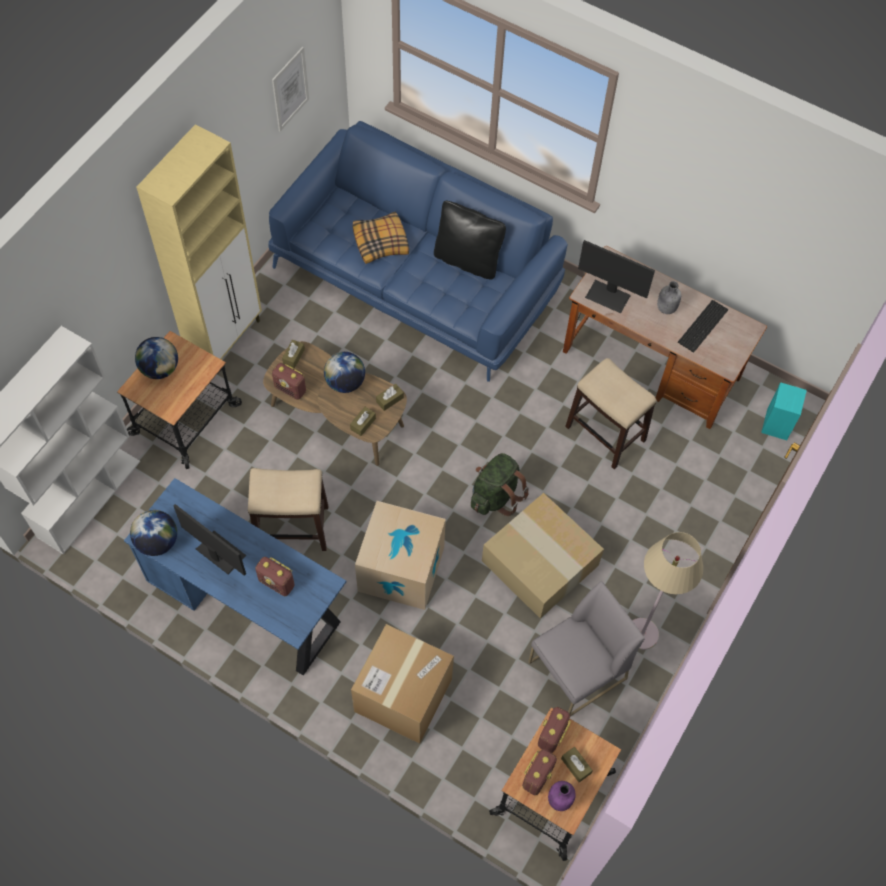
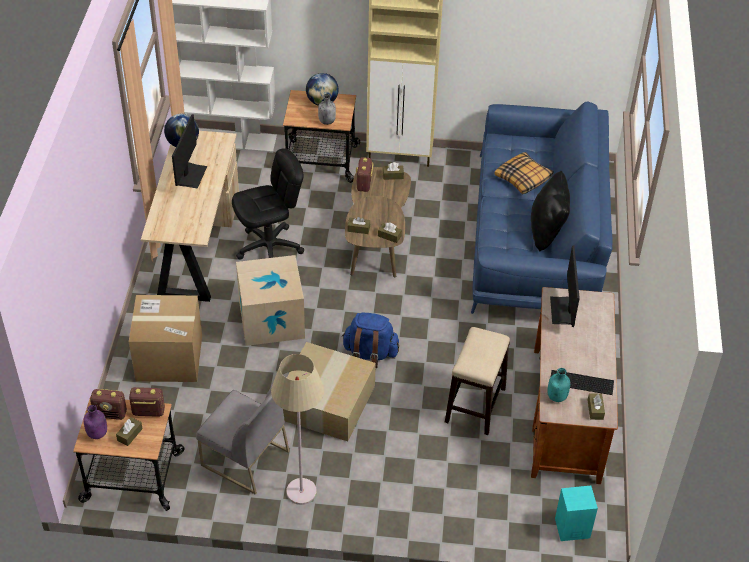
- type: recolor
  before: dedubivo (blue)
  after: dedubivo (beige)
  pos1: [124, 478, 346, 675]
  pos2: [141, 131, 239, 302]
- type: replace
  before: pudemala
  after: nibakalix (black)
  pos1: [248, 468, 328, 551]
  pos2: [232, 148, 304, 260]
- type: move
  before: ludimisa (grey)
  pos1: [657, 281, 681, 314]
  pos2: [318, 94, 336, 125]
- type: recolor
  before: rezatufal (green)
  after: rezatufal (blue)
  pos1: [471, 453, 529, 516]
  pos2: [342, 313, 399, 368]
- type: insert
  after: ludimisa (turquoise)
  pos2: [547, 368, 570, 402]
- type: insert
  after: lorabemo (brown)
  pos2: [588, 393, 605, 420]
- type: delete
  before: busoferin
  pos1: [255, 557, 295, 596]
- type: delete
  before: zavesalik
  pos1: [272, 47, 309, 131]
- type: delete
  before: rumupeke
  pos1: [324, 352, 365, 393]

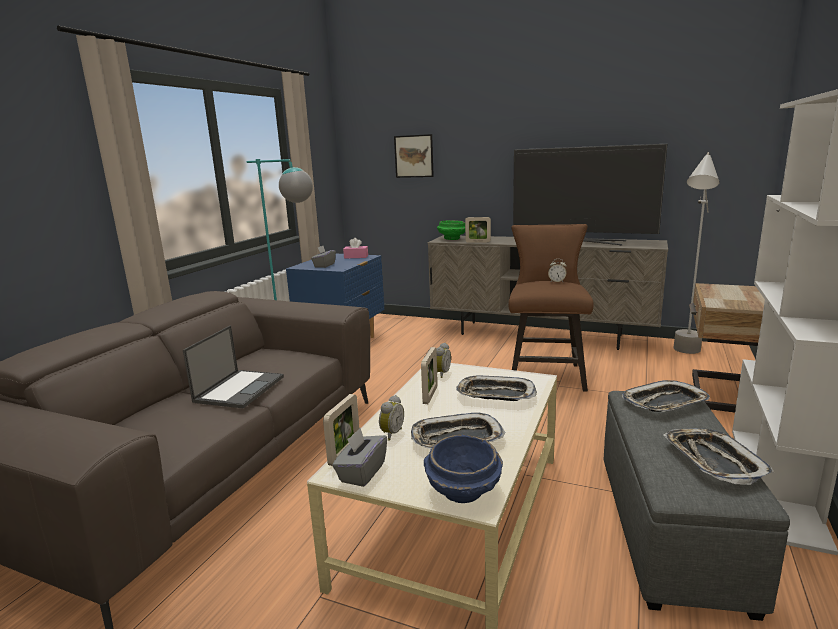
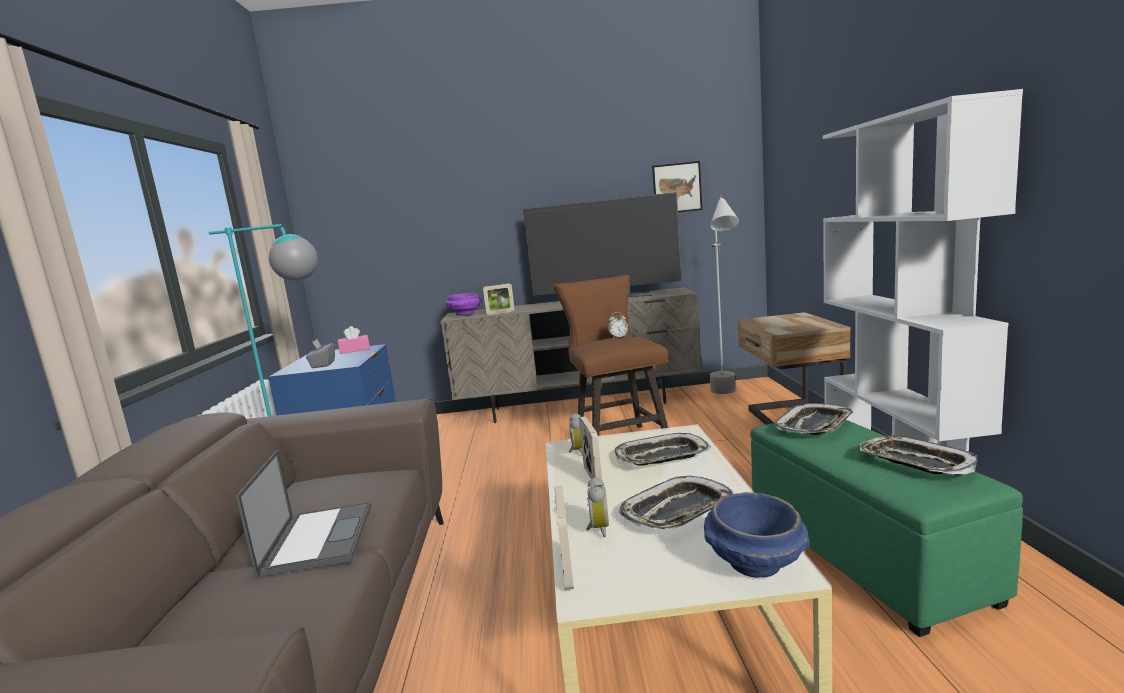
- type: recolor
  before: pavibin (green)
  after: pavibin (purple)
  pos1: [437, 220, 465, 240]
  pos2: [446, 293, 482, 316]
- type: move
  before: zavesalik
  pos1: [394, 134, 434, 178]
  pos2: [652, 161, 702, 212]
- type: recolor
  before: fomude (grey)
  after: fomude (green)
  pos1: [604, 391, 790, 621]
  pos2: [750, 420, 1023, 637]
- type: delete
  before: lorabemo (grey)
  pos1: [332, 428, 387, 487]

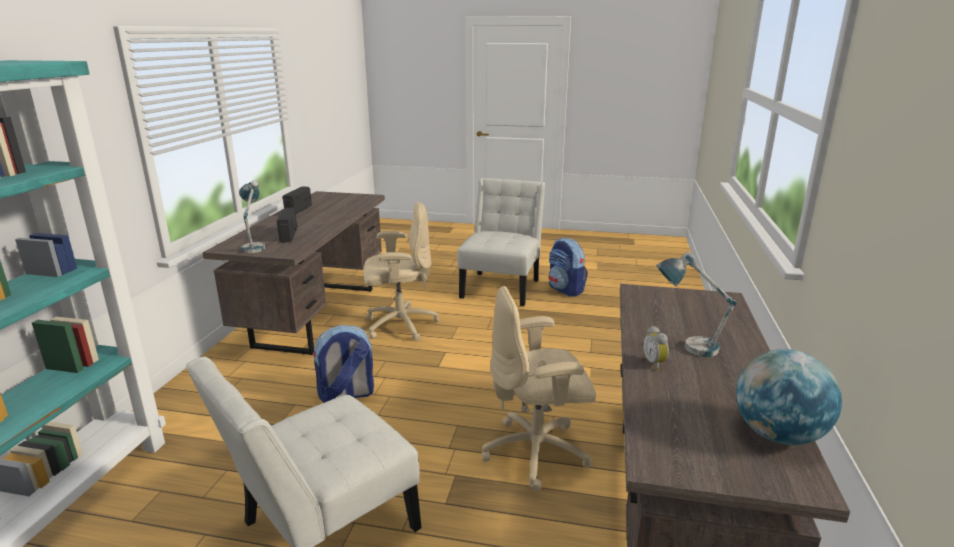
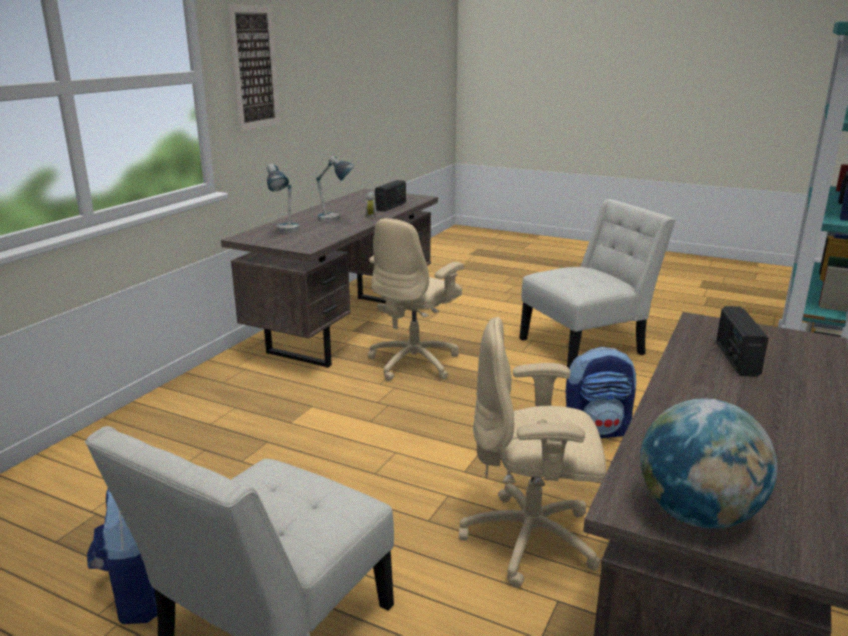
- type: insert
  after: zavesalik
  pos2: [227, 4, 280, 131]
- type: move
  before: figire
  pos1: [239, 180, 265, 253]
  pos2: [267, 164, 299, 233]
- type: rotate
  before: nibakalix (beige)
  pos1: [482, 286, 596, 491]
  pos2: [367, 218, 464, 381]
  turn: 120
- type: move
  before: busoferin
  pos1: [283, 186, 312, 214]
  pos2: [375, 180, 406, 212]
- type: move
  before: rumupeke
  pos1: [736, 349, 842, 445]
  pos2: [640, 398, 777, 529]

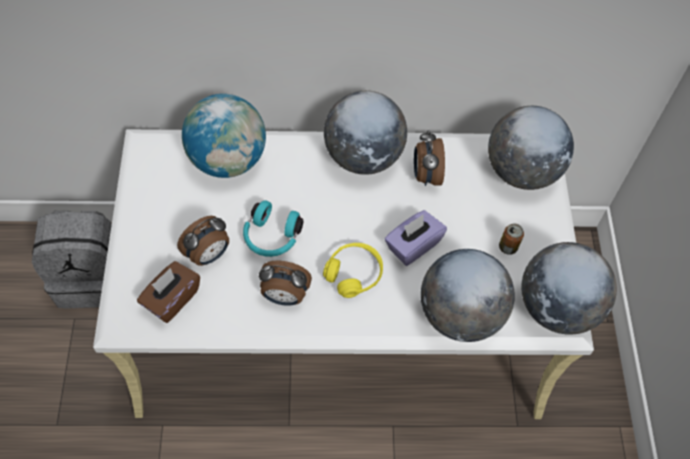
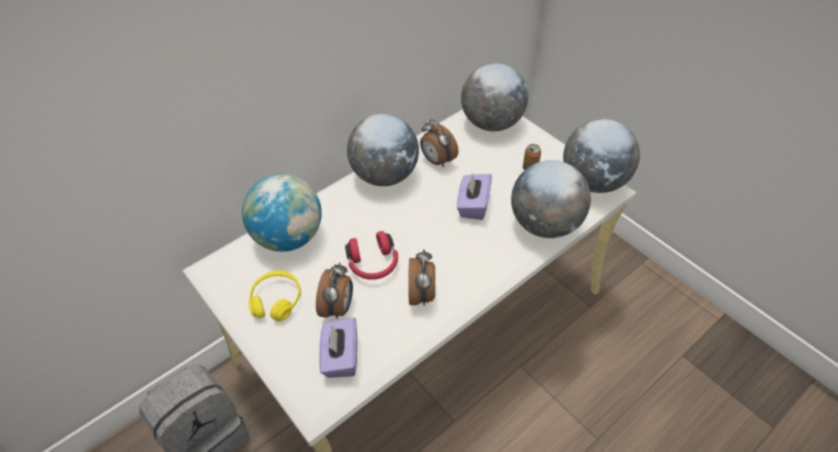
- type: move
  before: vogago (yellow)
  pos1: [323, 243, 383, 298]
  pos2: [249, 270, 301, 321]
- type: recolor
  before: lorabemo (brown)
  after: lorabemo (purple)
  pos1: [137, 261, 200, 323]
  pos2: [319, 317, 357, 378]
- type: recolor
  before: vogago (turquoise)
  after: vogago (red)
  pos1: [243, 200, 303, 257]
  pos2: [345, 231, 398, 280]
- type: rotate
  before: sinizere
  pos1: [259, 261, 312, 306]
  pos2: [408, 249, 435, 306]
  turn: -60

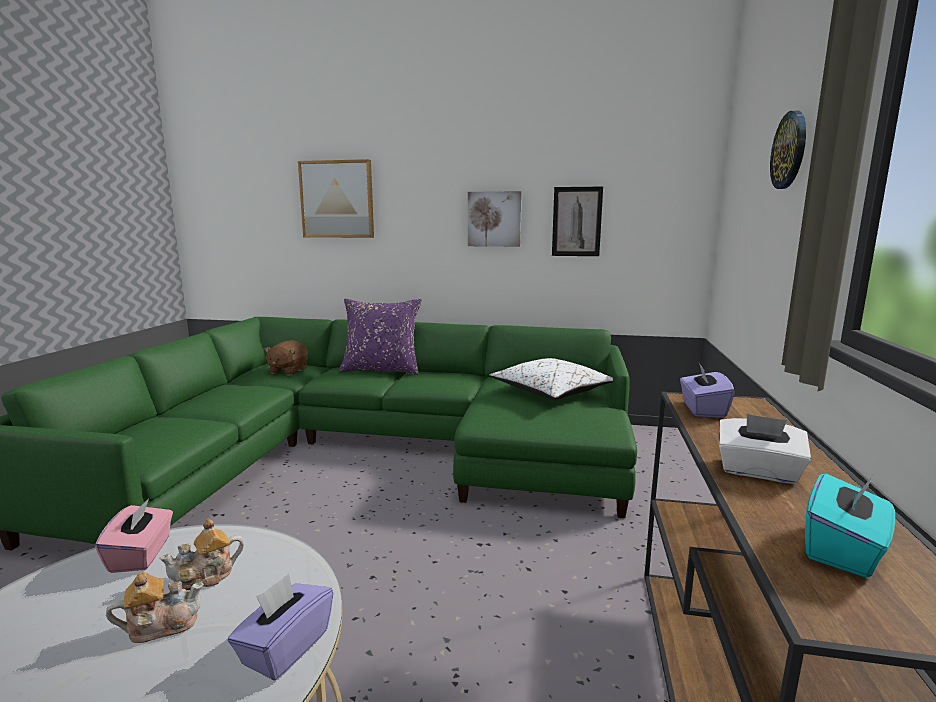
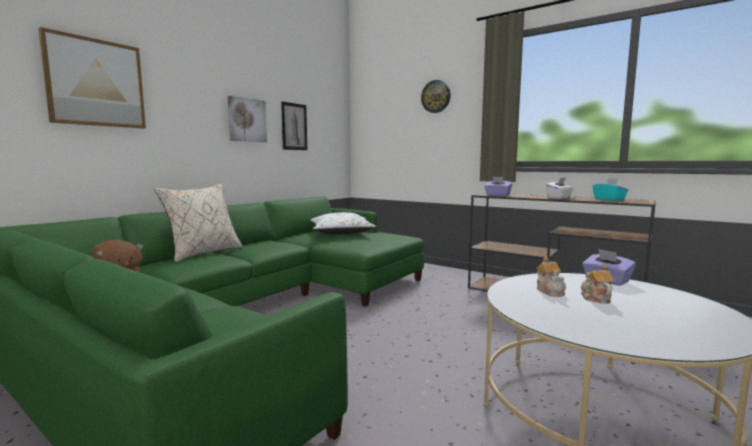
- type: recolor
  before: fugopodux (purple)
  after: fugopodux (beige)
  pos1: [339, 299, 422, 375]
  pos2: [154, 183, 243, 262]
- type: delete
  before: lorabemo (pink)
  pos1: [95, 498, 173, 573]

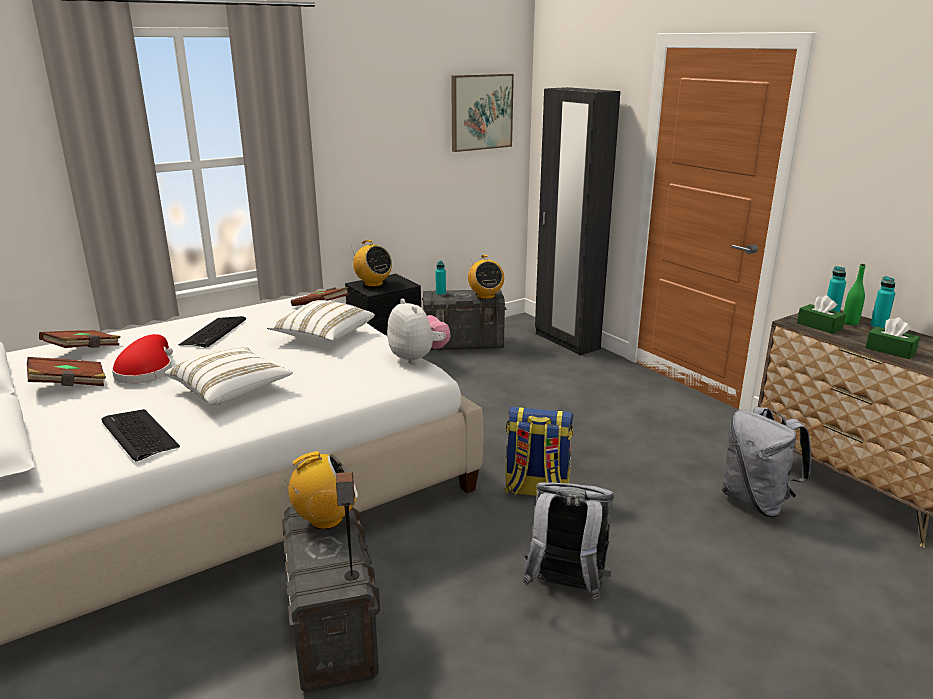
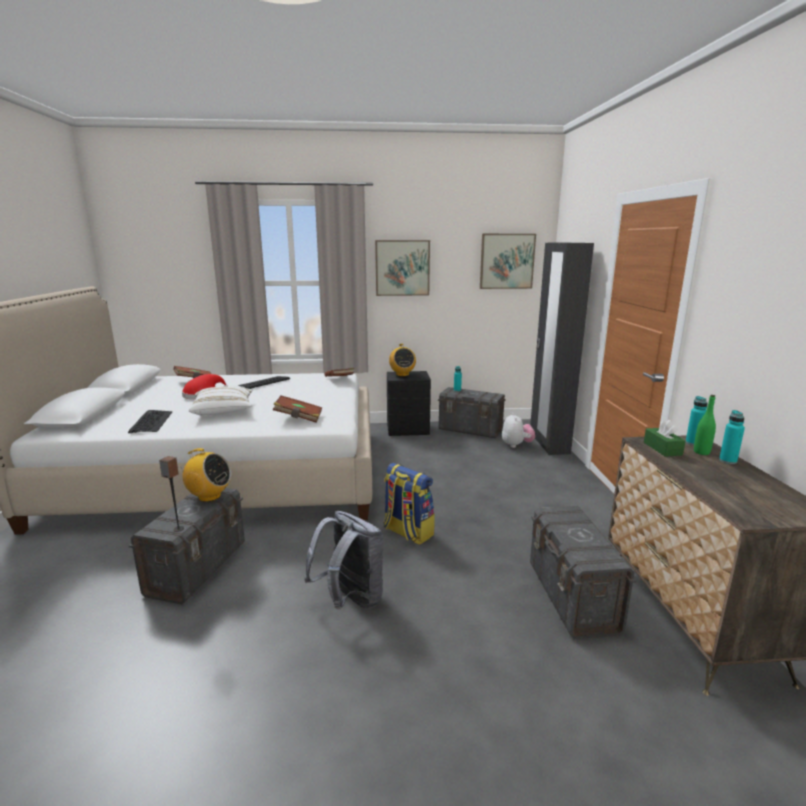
- type: move
  before: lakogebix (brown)
  pos1: [27, 357, 106, 386]
  pos2: [273, 395, 322, 423]
- type: insert
  after: zavesalik
  pos2: [375, 240, 430, 296]
- type: move
  before: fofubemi
  pos1: [387, 299, 450, 364]
  pos2: [502, 413, 535, 448]
- type: replace
  before: rezatufal (grey)
  after: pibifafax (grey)
  pos1: [722, 407, 811, 517]
  pos2: [530, 506, 637, 639]
- type: delete
  before: fugopodux (white)
  pos1: [267, 300, 375, 342]
- type: delete
  before: busoferin
  pos1: [468, 255, 504, 299]
- type: delete
  before: lorabemo (green)
  pos1: [865, 317, 920, 359]

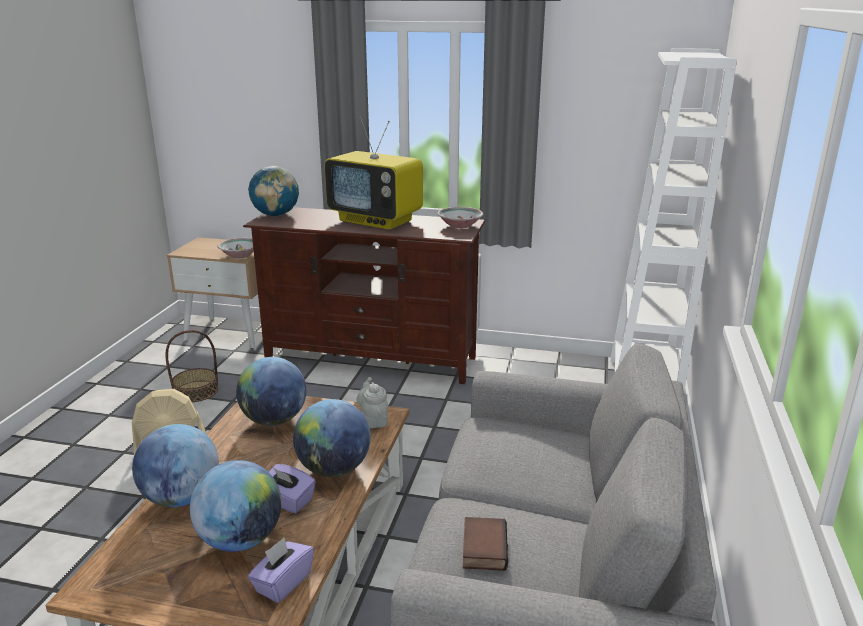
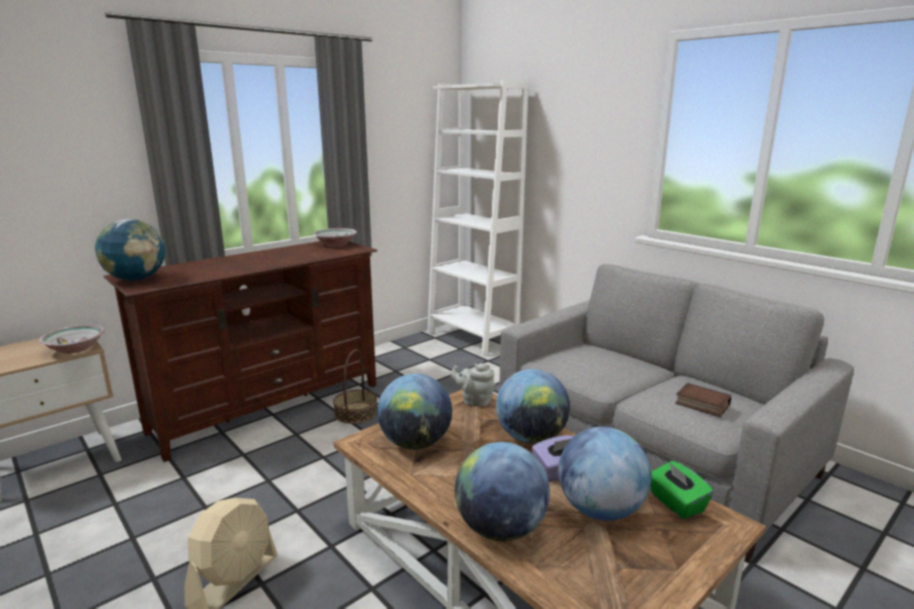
- type: move
  before: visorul
  pos1: [165, 330, 218, 402]
  pos2: [333, 349, 377, 424]
- type: recolor
  before: lorabemo (purple)
  after: lorabemo (green)
  pos1: [248, 537, 314, 603]
  pos2: [650, 460, 714, 519]
- type: delete
  before: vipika
  pos1: [324, 117, 423, 230]

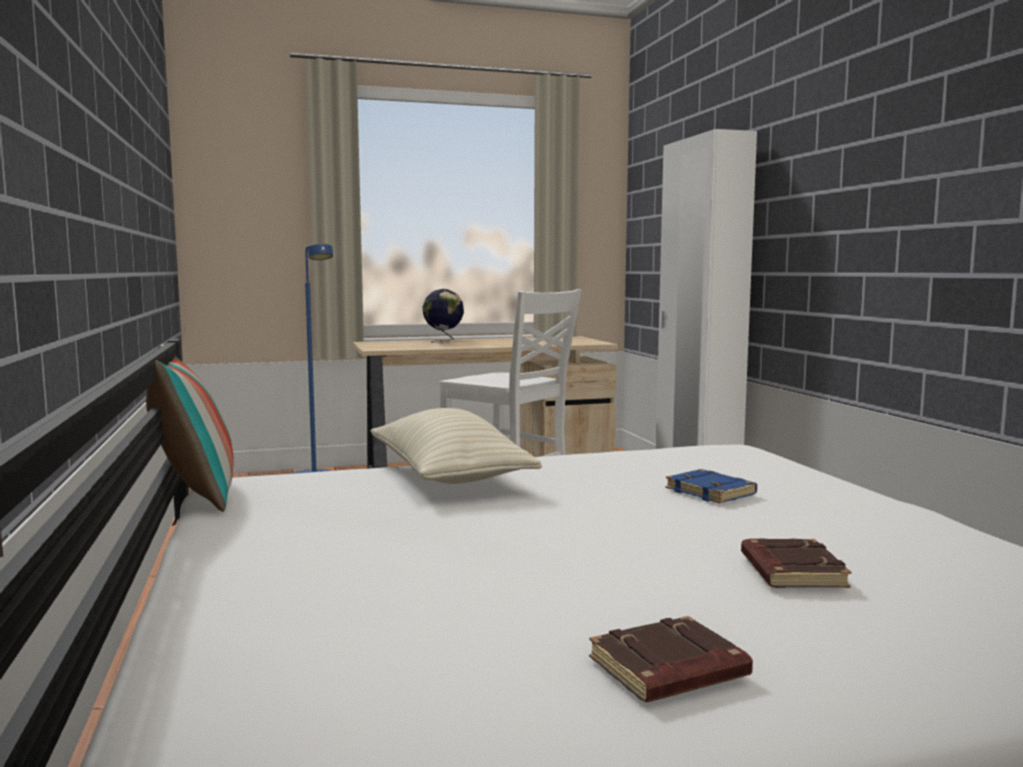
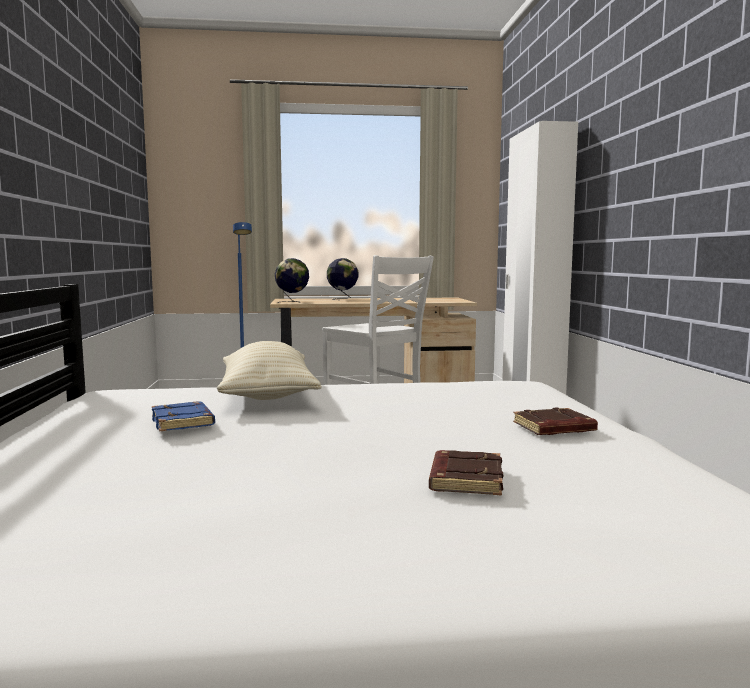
- type: move
  before: lakogebix (blue)
  pos1: [666, 469, 757, 503]
  pos2: [152, 401, 215, 431]
- type: insert
  after: rumupeke
  pos2: [275, 258, 309, 303]
- type: move
  before: lakogebix (brown)
  pos1: [589, 616, 753, 702]
  pos2: [513, 407, 598, 435]
- type: delete
  before: fugopodux
  pos1: [146, 344, 234, 512]

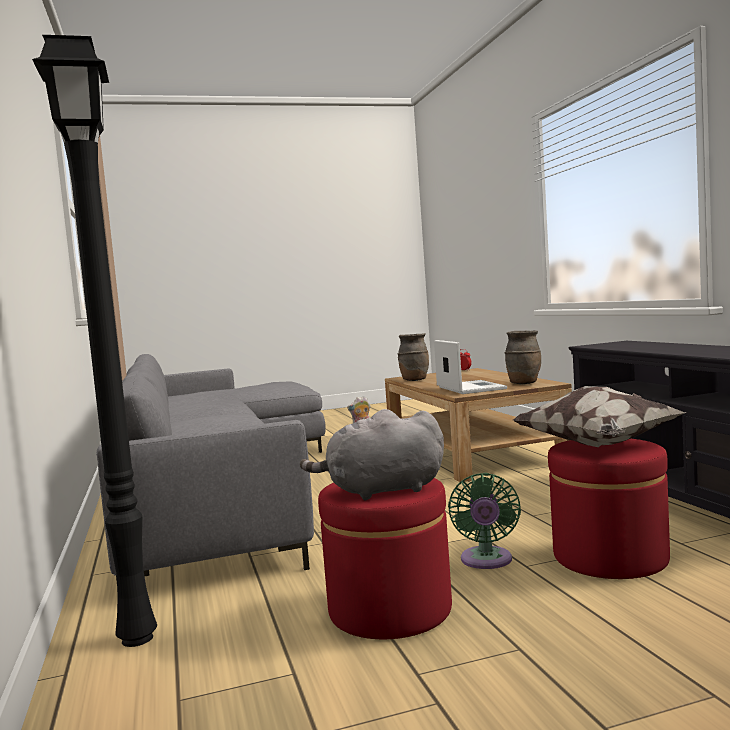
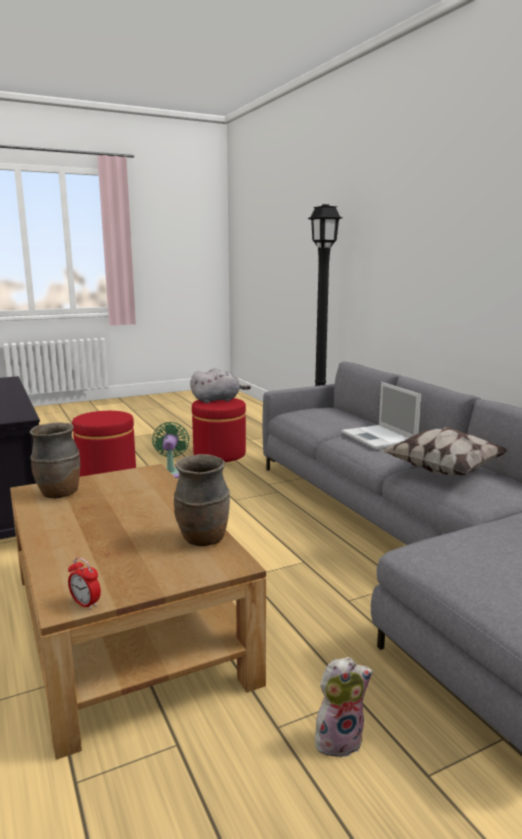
- type: move
  before: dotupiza
  pos1: [434, 340, 507, 394]
  pos2: [341, 382, 421, 450]
- type: move
  before: fugopodux
  pos1: [513, 386, 688, 447]
  pos2: [381, 427, 508, 475]

